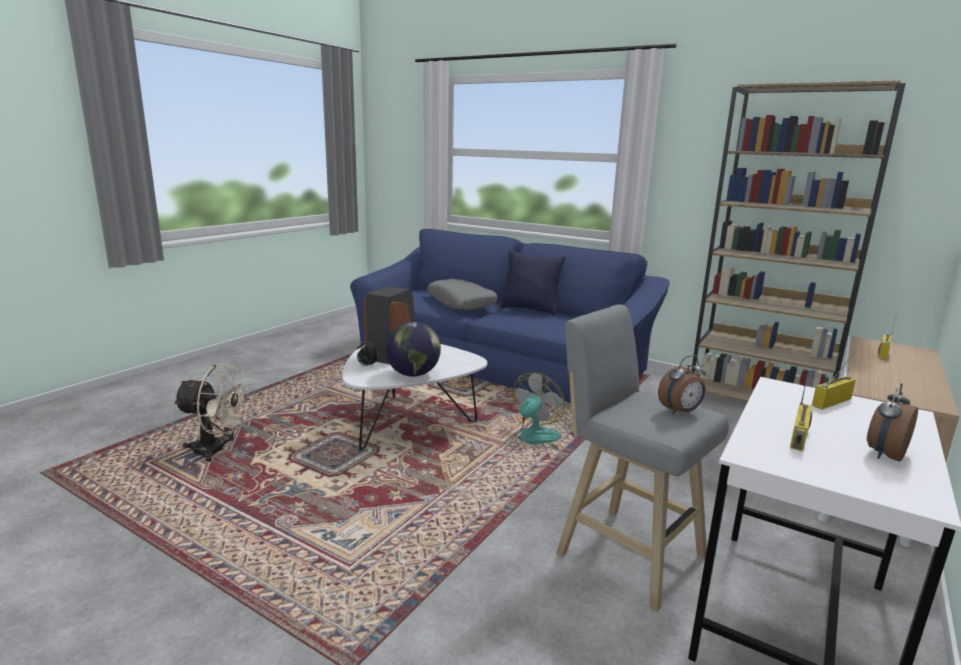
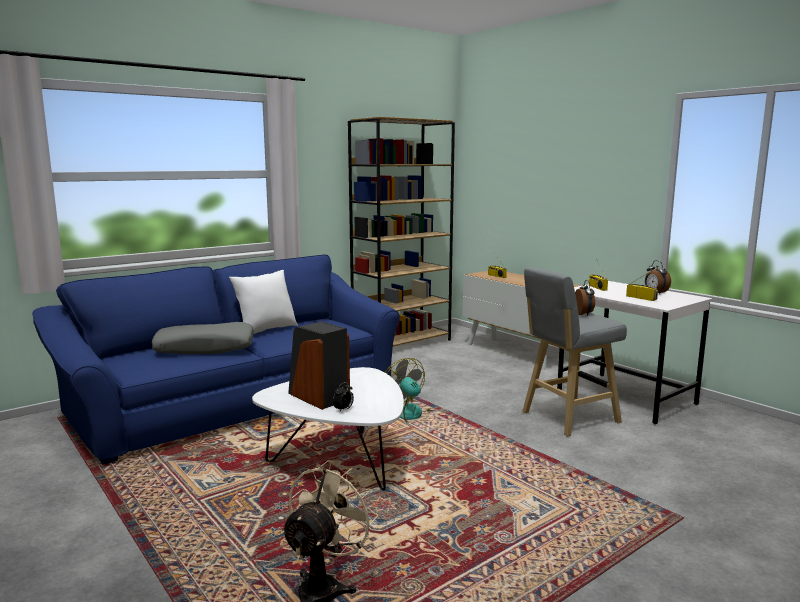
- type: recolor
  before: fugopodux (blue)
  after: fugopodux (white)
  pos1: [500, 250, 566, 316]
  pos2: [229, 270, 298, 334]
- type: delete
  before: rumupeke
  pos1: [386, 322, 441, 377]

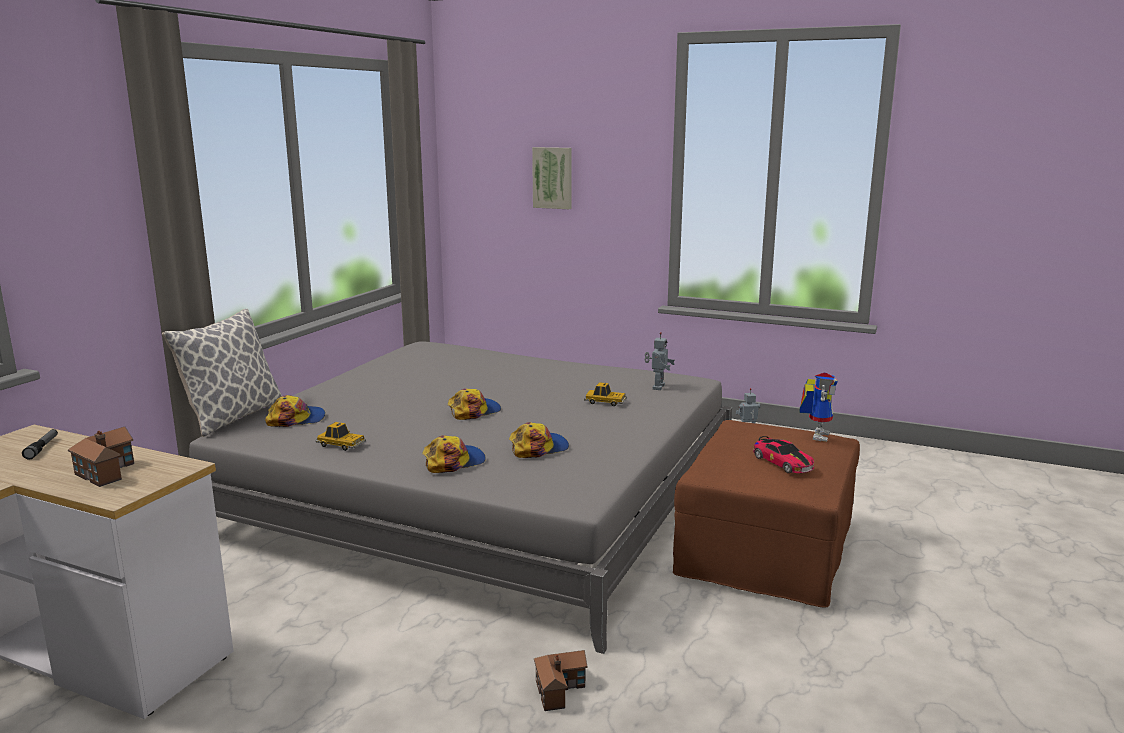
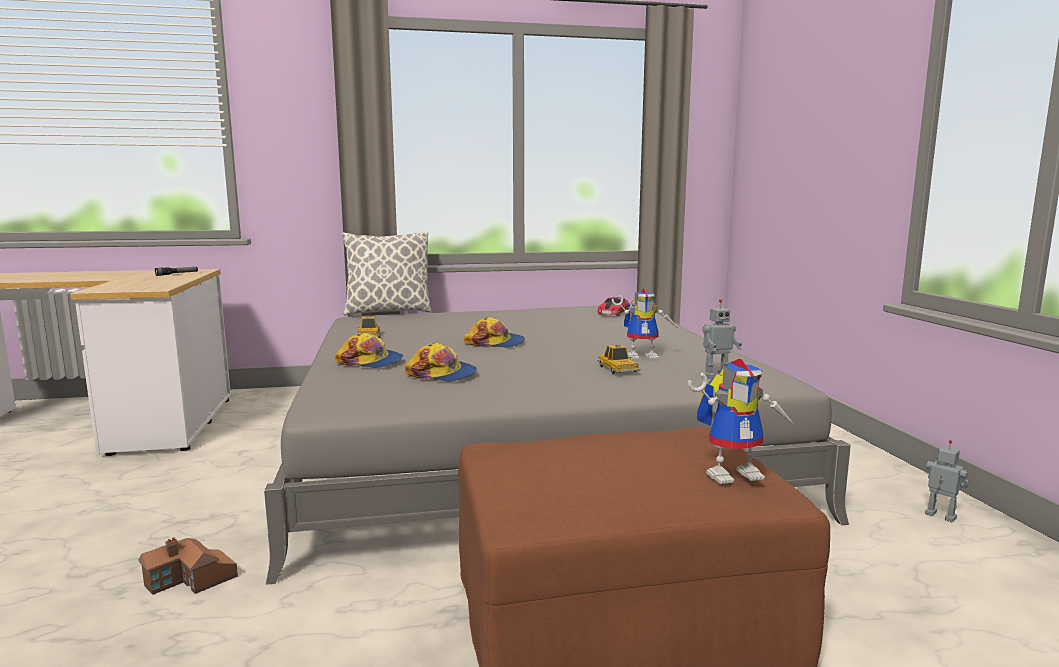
- type: move
  before: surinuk
  pos1: [753, 436, 814, 473]
  pos2: [598, 297, 629, 316]
- type: insert
  after: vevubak
  pos2: [612, 288, 680, 360]
- type: delete
  before: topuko
  pos1: [68, 427, 134, 487]
- type: delete
  before: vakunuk
  pos1: [265, 395, 325, 427]
- type: delete
  before: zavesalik
  pos1: [532, 147, 572, 209]

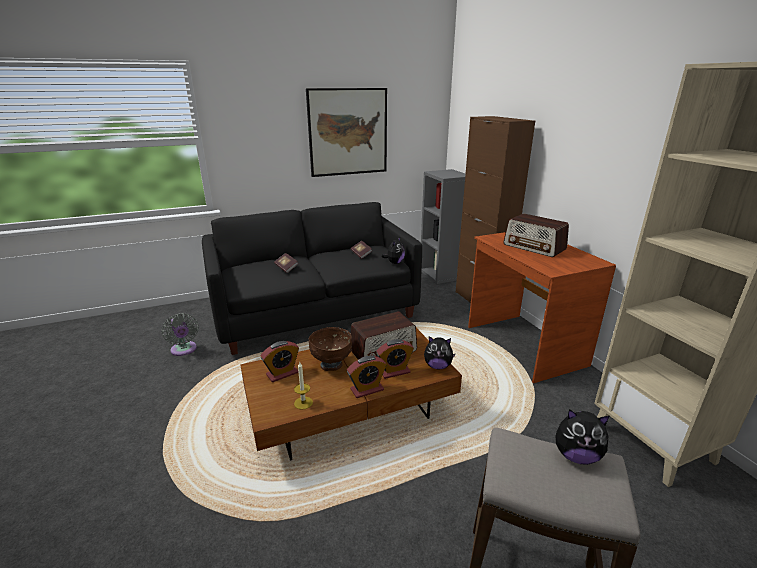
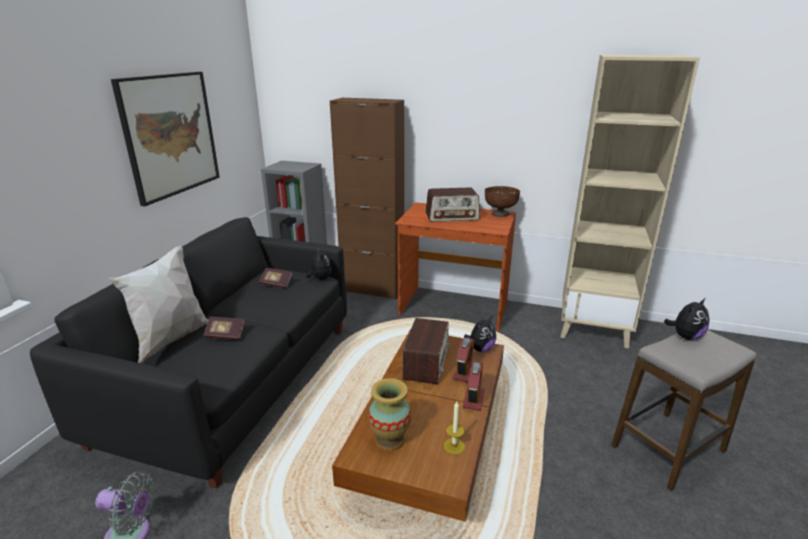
- type: insert
  after: fugopodux (white)
  pos2: [107, 245, 209, 363]
- type: replace
  before: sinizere
  after: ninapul
  pos1: [260, 341, 299, 382]
  pos2: [368, 378, 411, 451]
- type: move
  before: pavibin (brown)
  pos1: [309, 327, 352, 371]
  pos2: [485, 186, 520, 217]

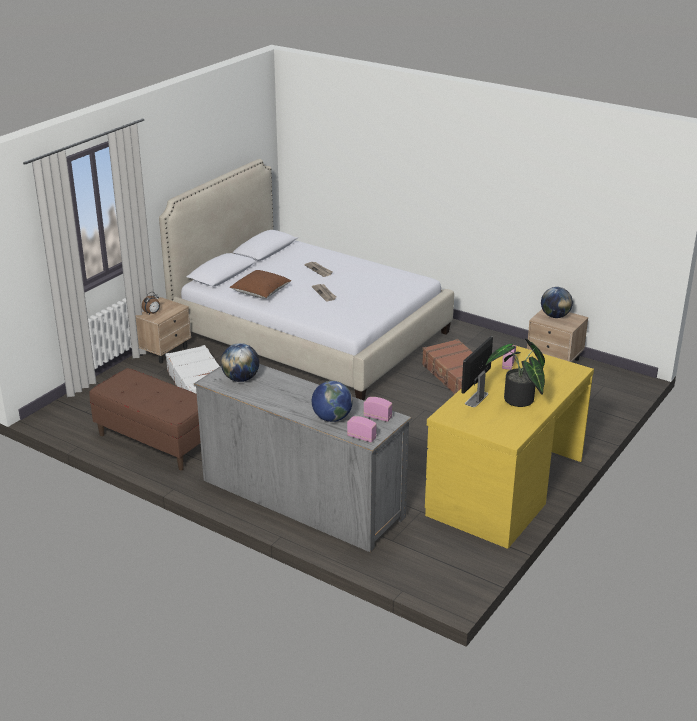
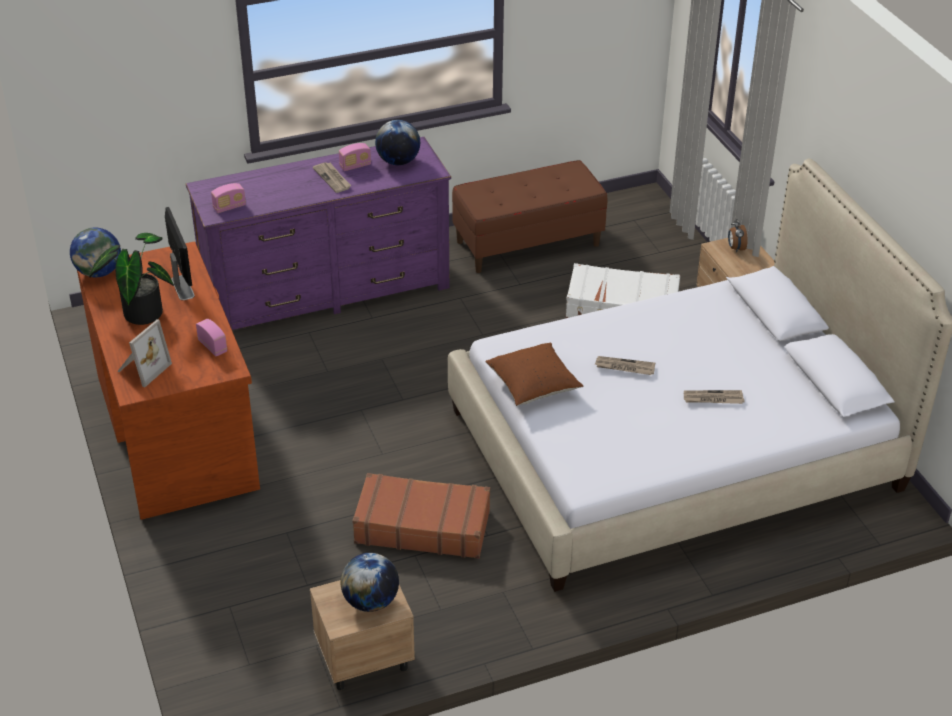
- type: move
  before: rumupeke
  pos1: [312, 381, 353, 422]
  pos2: [70, 227, 121, 277]
- type: recolor
  before: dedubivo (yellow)
  after: dedubivo (brown)
  pos1: [425, 346, 594, 549]
  pos2: [77, 241, 260, 520]
- type: insert
  after: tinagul
  pos2: [117, 319, 172, 387]
- type: recolor
  before: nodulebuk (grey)
  after: nodulebuk (purple)
  pos1: [194, 364, 411, 552]
  pos2: [186, 137, 451, 330]
- type: insert
  after: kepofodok
  pos2: [313, 162, 351, 193]
- type: move
  before: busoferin
  pos1: [347, 416, 377, 443]
  pos2: [339, 143, 371, 171]
- type: move
  before: fugopodux (brown)
  pos1: [230, 270, 291, 299]
  pos2: [485, 343, 583, 406]

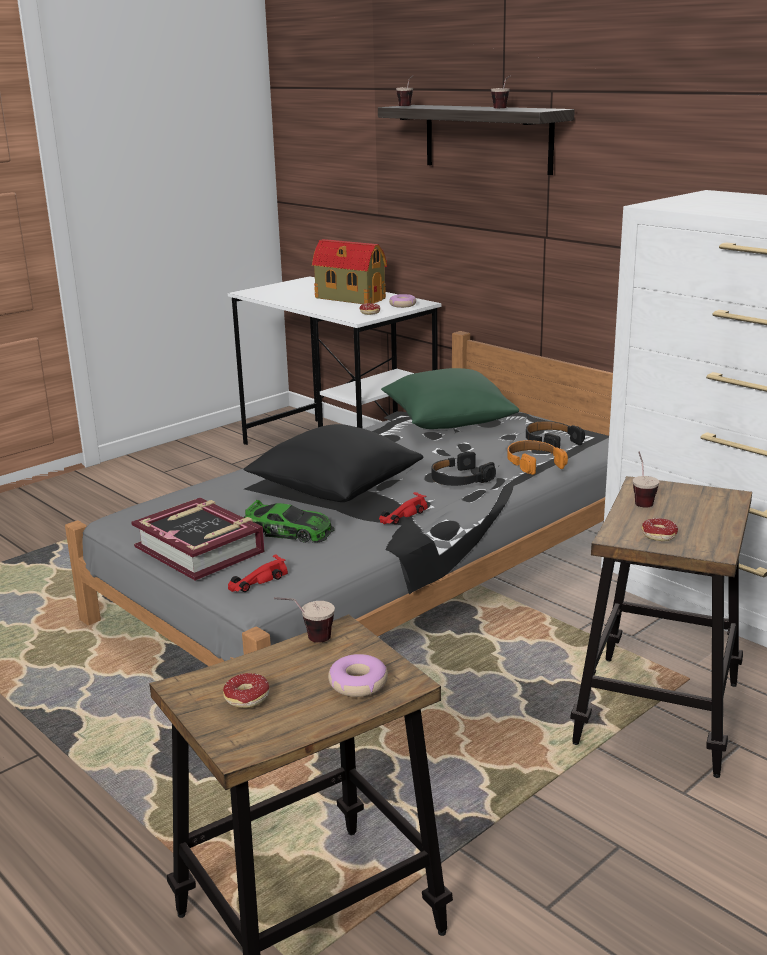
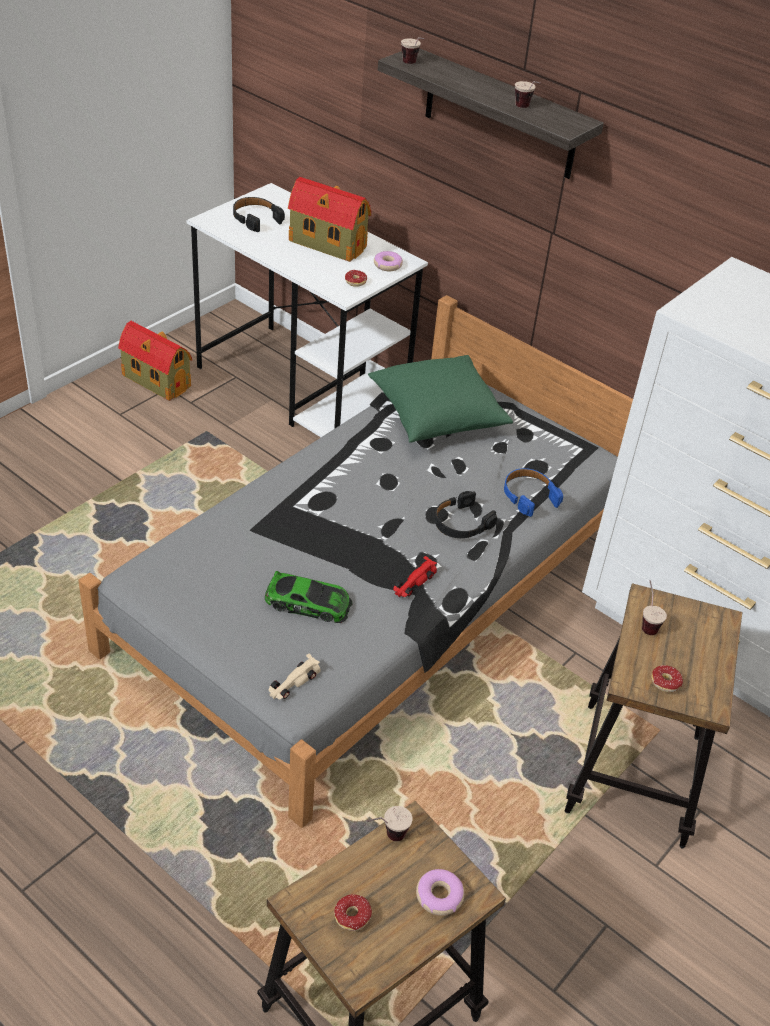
- type: insert
  after: topuko
  pos2: [118, 321, 192, 401]
- type: move
  before: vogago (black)
  pos1: [526, 421, 585, 449]
  pos2: [233, 197, 285, 232]
- type: recolor
  before: surinuk (red)
  after: surinuk (beige)
  pos1: [228, 554, 288, 592]
  pos2: [269, 653, 320, 700]
- type: recolor
  before: vogago (orange)
  after: vogago (blue)
  pos1: [507, 440, 568, 475]
  pos2: [504, 468, 563, 517]
- type: delete
  before: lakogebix
  pos1: [131, 498, 265, 581]
- type: delete
  before: fugopodux (black)
  pos1: [243, 424, 423, 502]

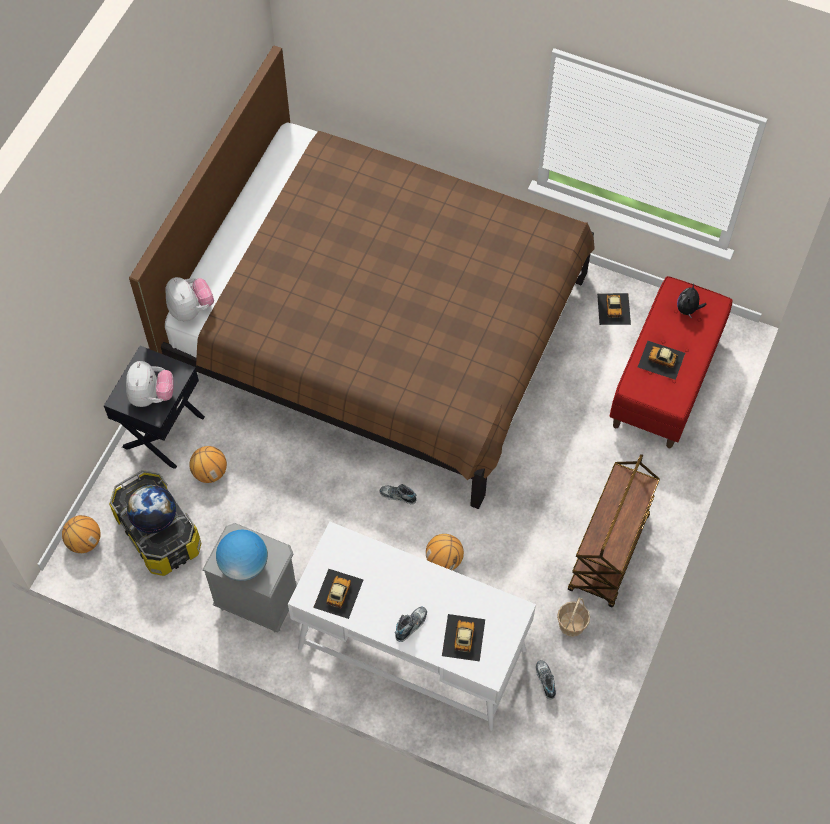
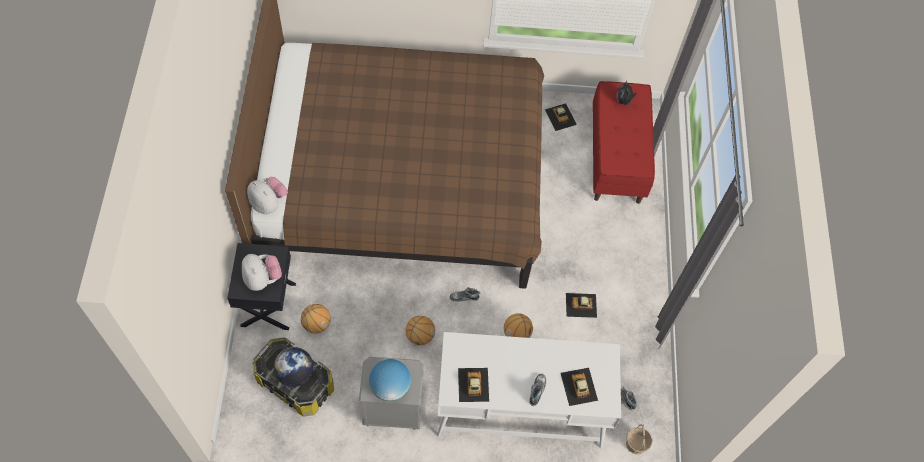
- type: move
  before: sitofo
  pos1: [62, 515, 101, 553]
  pos2: [406, 316, 435, 345]
- type: move
  before: surinuk
  pos1: [638, 341, 685, 380]
  pos2: [566, 293, 597, 318]
- type: move
  before: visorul
  pos1: [557, 597, 590, 637]
  pos2: [626, 424, 653, 455]
- type: delete
  before: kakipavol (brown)
  pos1: [568, 454, 660, 608]

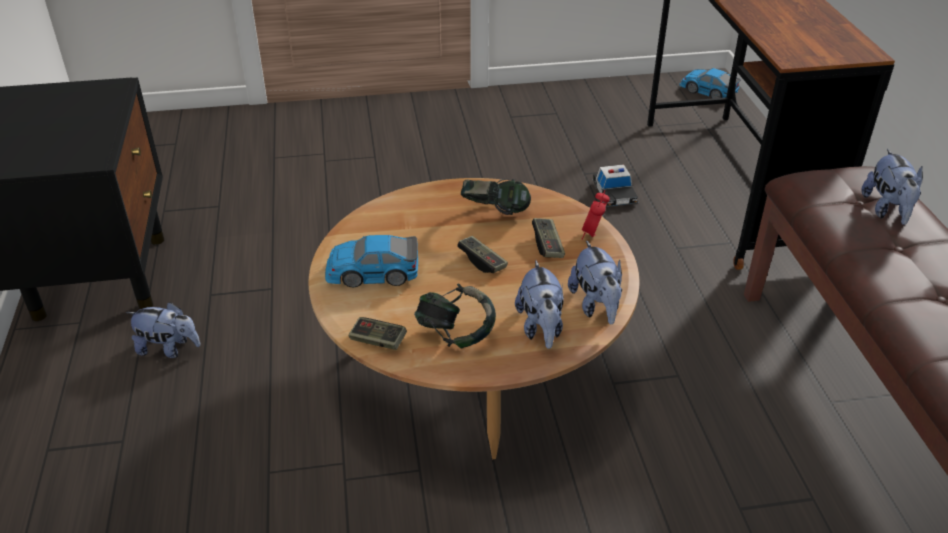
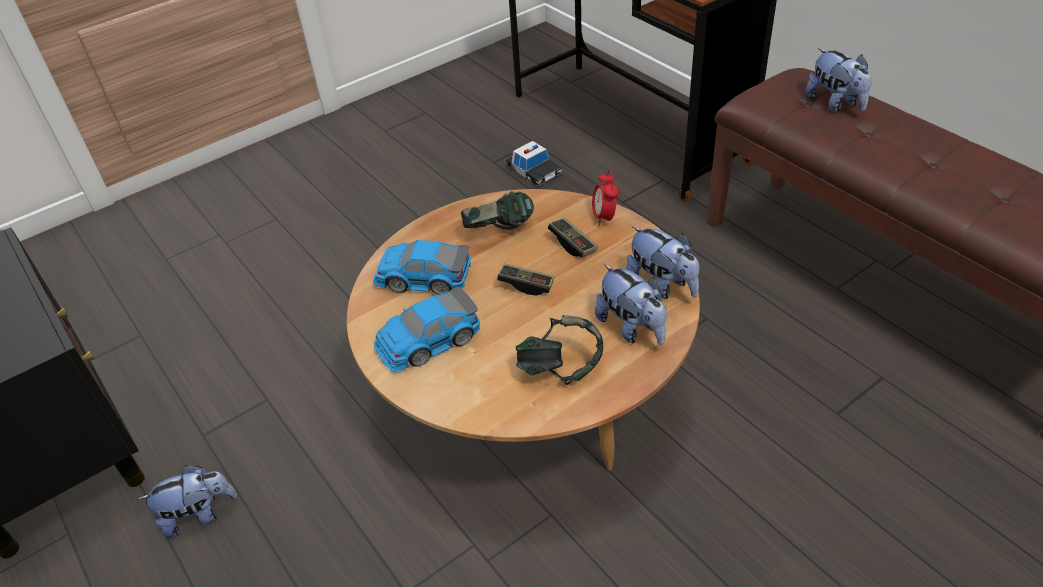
- type: move
  before: surinuk
  pos1: [679, 68, 741, 98]
  pos2: [373, 240, 471, 295]
- type: delete
  before: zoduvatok
  pos1: [349, 317, 407, 350]

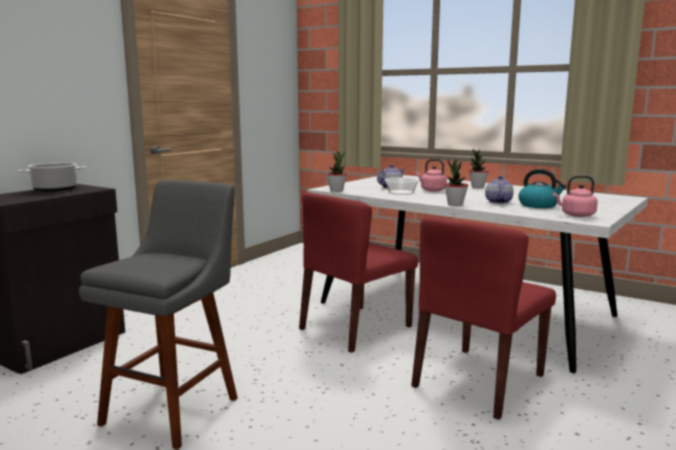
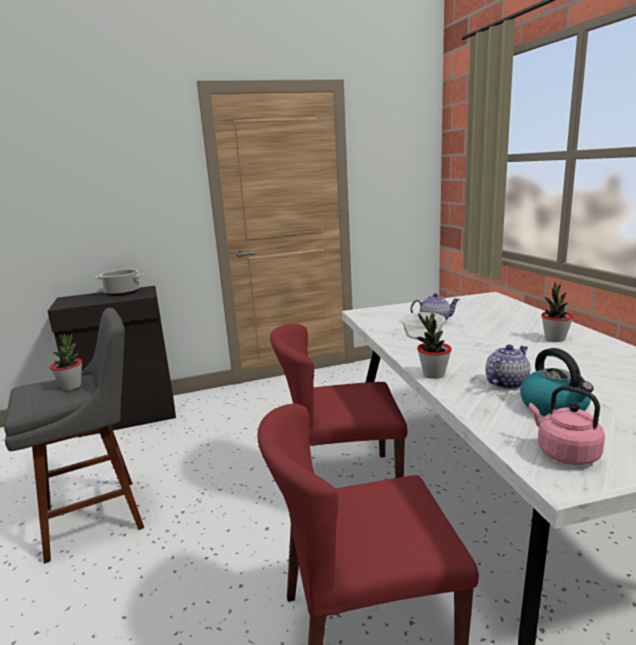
- type: move
  before: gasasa
  pos1: [327, 151, 347, 192]
  pos2: [50, 334, 82, 390]
- type: delete
  before: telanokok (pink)
  pos1: [416, 159, 447, 192]

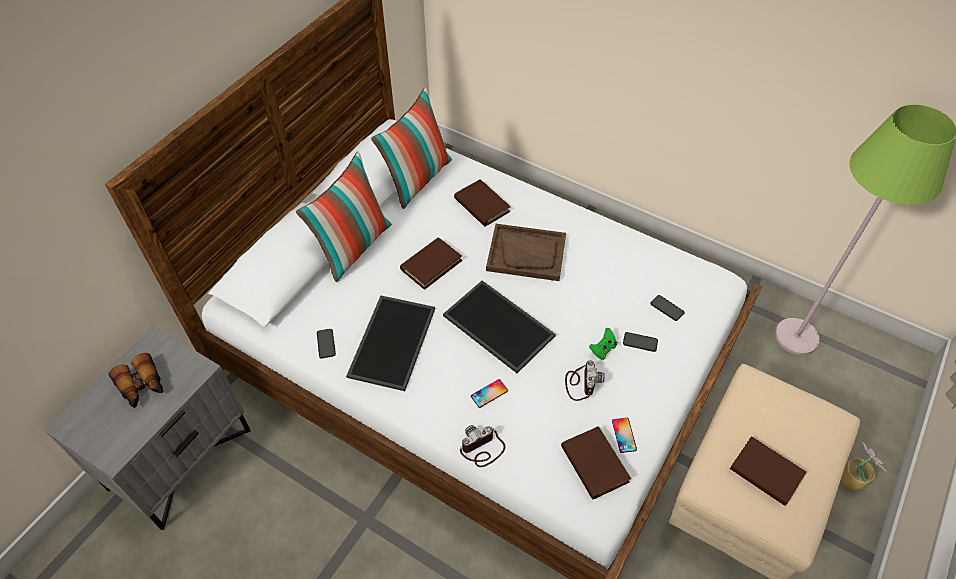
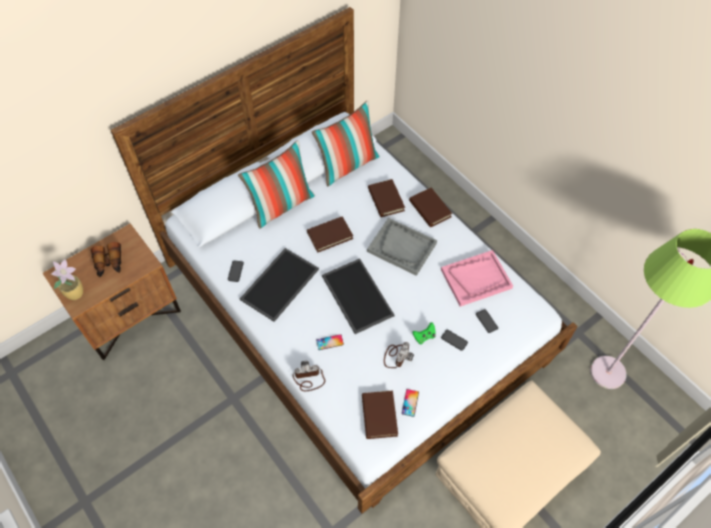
- type: recolor
  before: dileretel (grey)
  after: dileretel (brown)
  pos1: [43, 325, 251, 530]
  pos2: [43, 223, 181, 360]
- type: move
  before: gasasa
  pos1: [841, 442, 887, 490]
  pos2: [51, 259, 83, 300]
- type: recolor
  before: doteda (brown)
  after: doteda (grey)
  pos1: [486, 224, 566, 281]
  pos2: [367, 218, 437, 276]
- type: move
  before: lakogebix (brown)
  pos1: [730, 436, 806, 506]
  pos2: [409, 188, 452, 227]
- type: insert
  after: doteda (pink)
  pos2: [441, 250, 513, 307]

